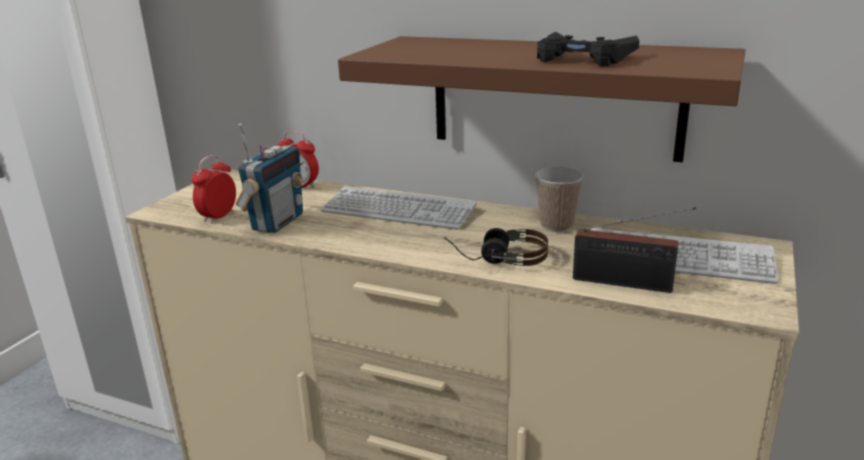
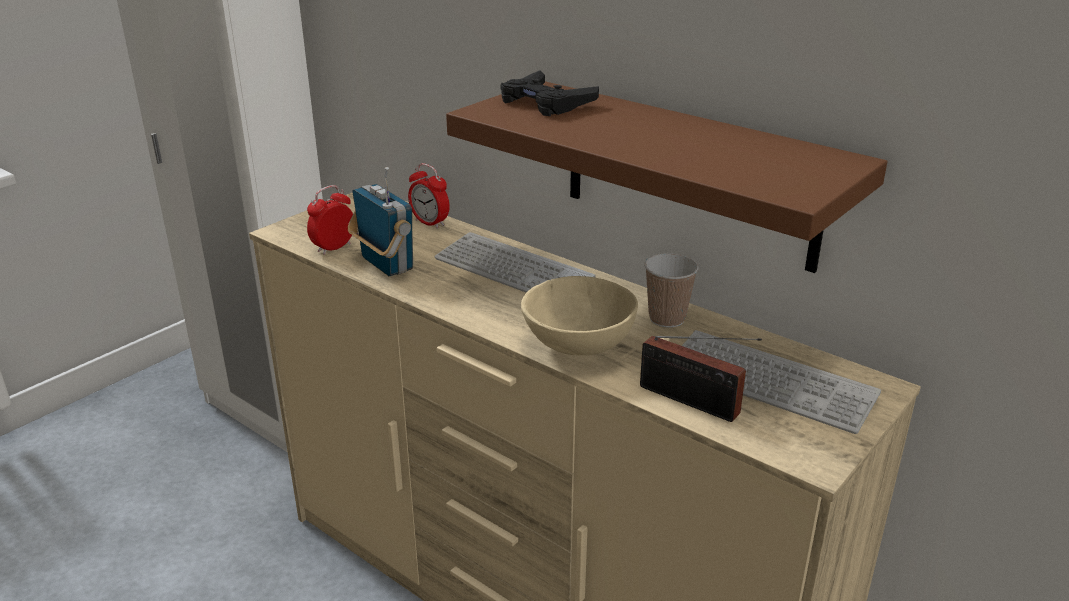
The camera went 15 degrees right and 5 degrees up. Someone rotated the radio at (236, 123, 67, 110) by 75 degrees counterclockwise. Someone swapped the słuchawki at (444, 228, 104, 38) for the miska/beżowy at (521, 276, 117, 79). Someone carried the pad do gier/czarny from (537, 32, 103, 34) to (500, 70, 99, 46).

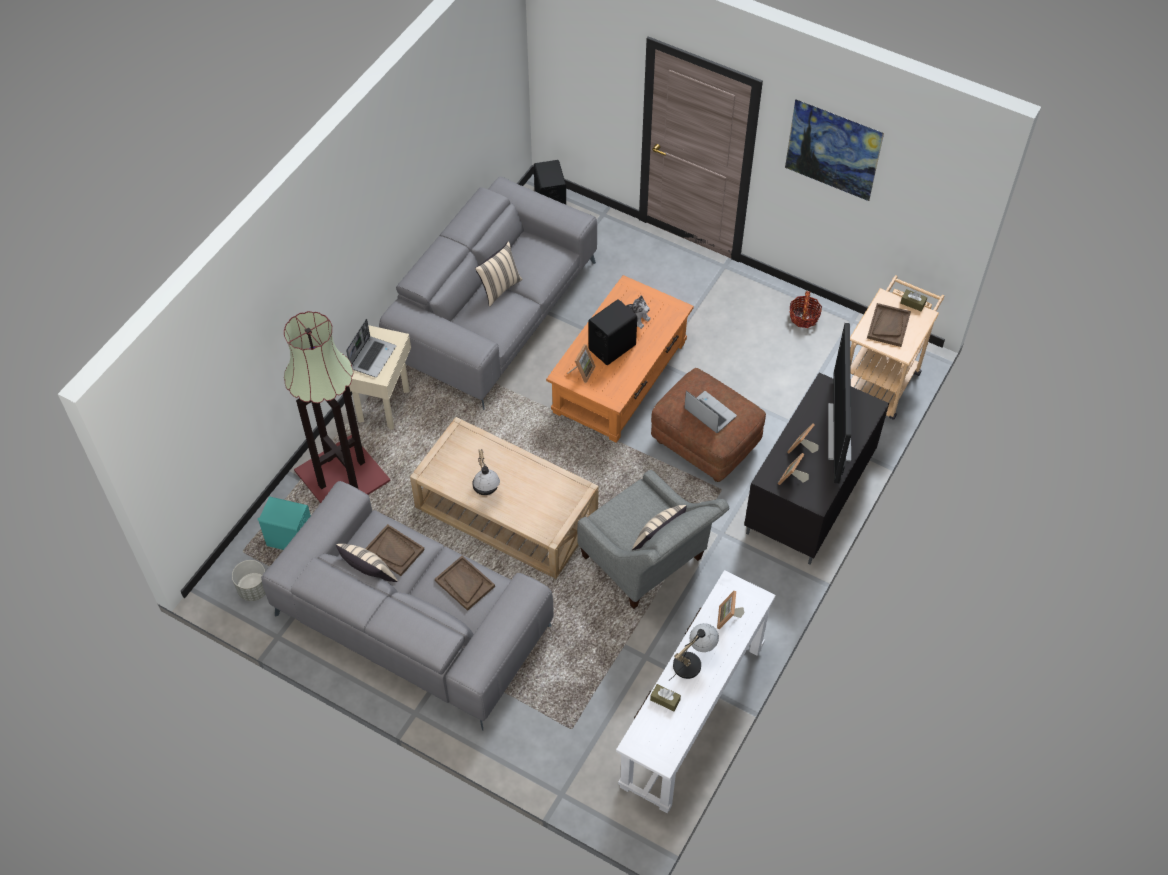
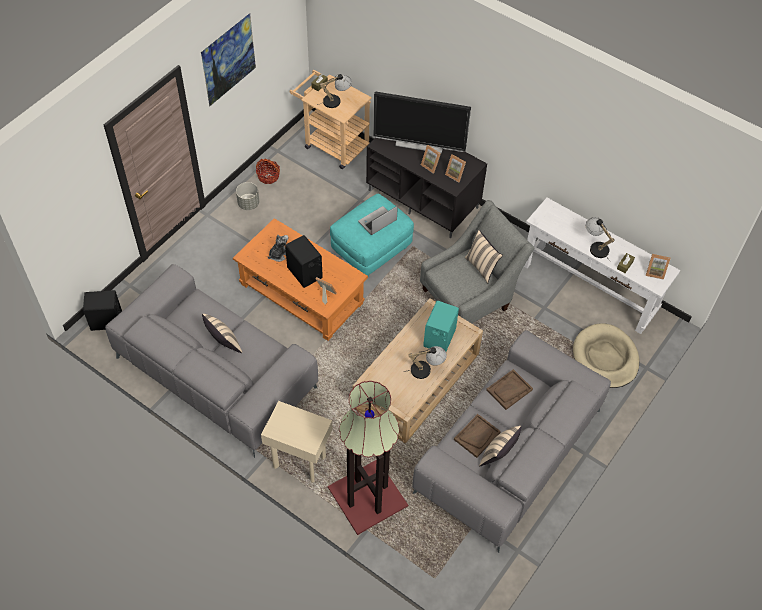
The camera went 85 degrees left and 0 degrees up. Someone carried the donica/szary from (232, 560, 34, 41) to (236, 182, 23, 28). Someone carried the głośnik/turkusowy from (257, 497, 54, 53) to (423, 301, 36, 50). Someone took away the laptop at (346, 319, 50, 58). Someone repainted the pufa/brązowy at (651, 368, 115, 114), which became the pufa/turkusowy at (330, 194, 84, 82). Someone carried the ramka na zdjęcie from (717, 591, 28, 38) to (646, 254, 25, 26). Someone swapped the taca/brązowy at (867, 303, 44, 44) for the lampa stołowa at (317, 74, 35, 34). Someone put down the legowisko/beżowy at (573, 323, 67, 65).

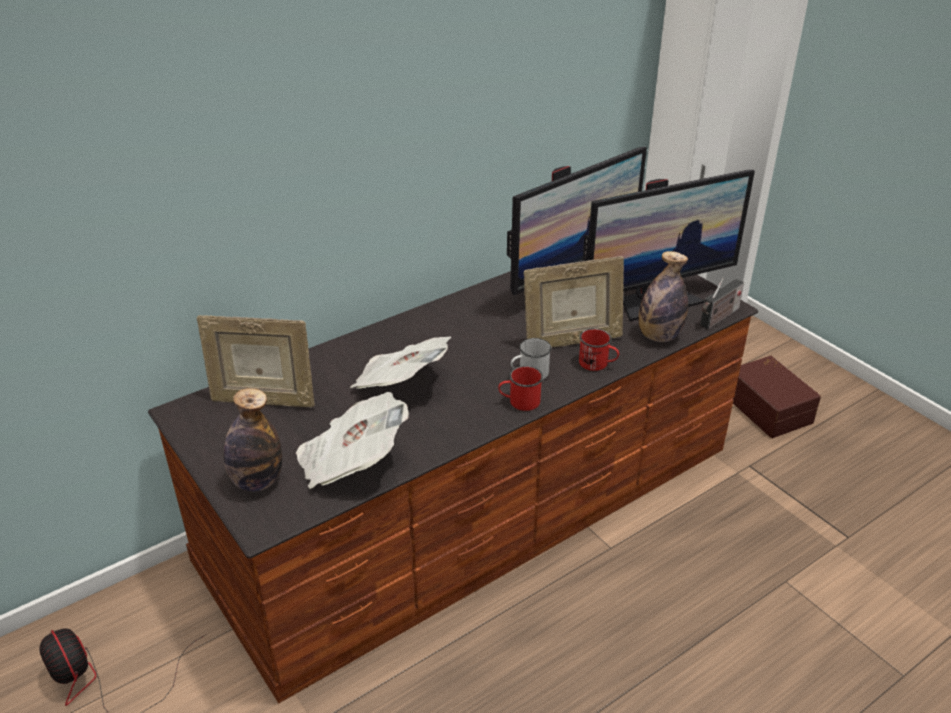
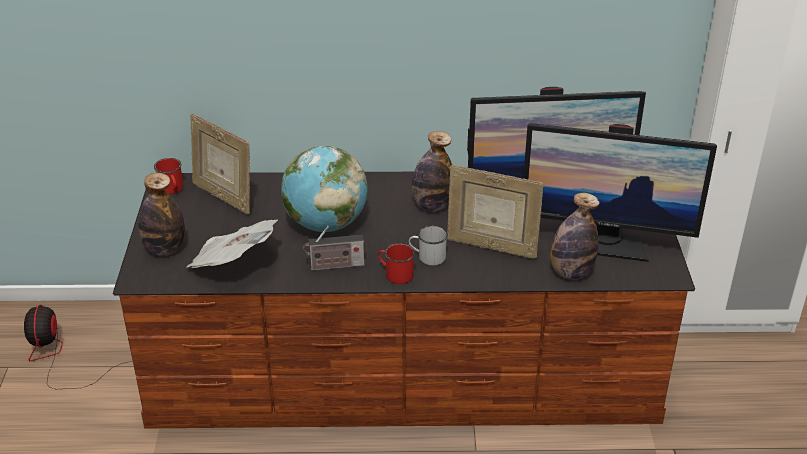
The camera went 35 degrees right and 0 degrees up. Someone swapped the gazeta at (350, 336, 101, 53) for the globus at (281, 146, 86, 86). Someone carried the kubek/czerwony from (579, 328, 40, 43) to (154, 158, 29, 36). Someone carried the radio from (700, 278, 44, 51) to (303, 226, 62, 45). Someone took away the pojemnik do przechowywania/brązowy at (732, 356, 89, 82). Someone put down the butelka at (412, 131, 40, 80).

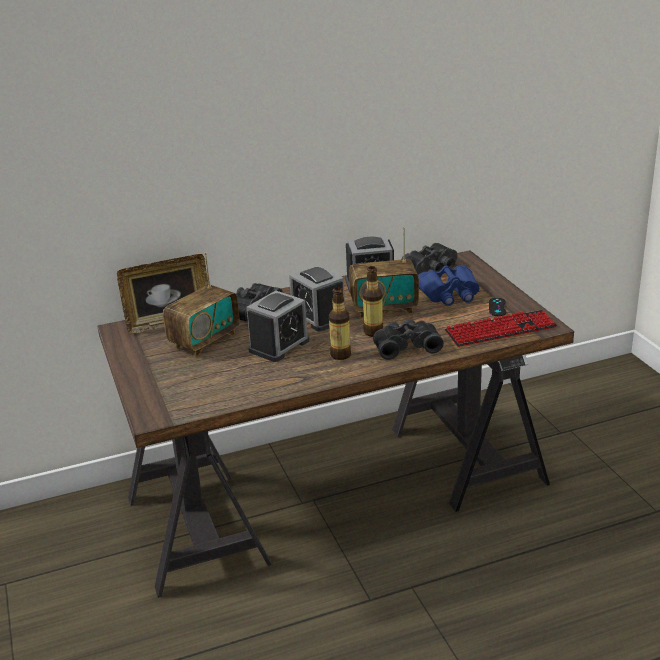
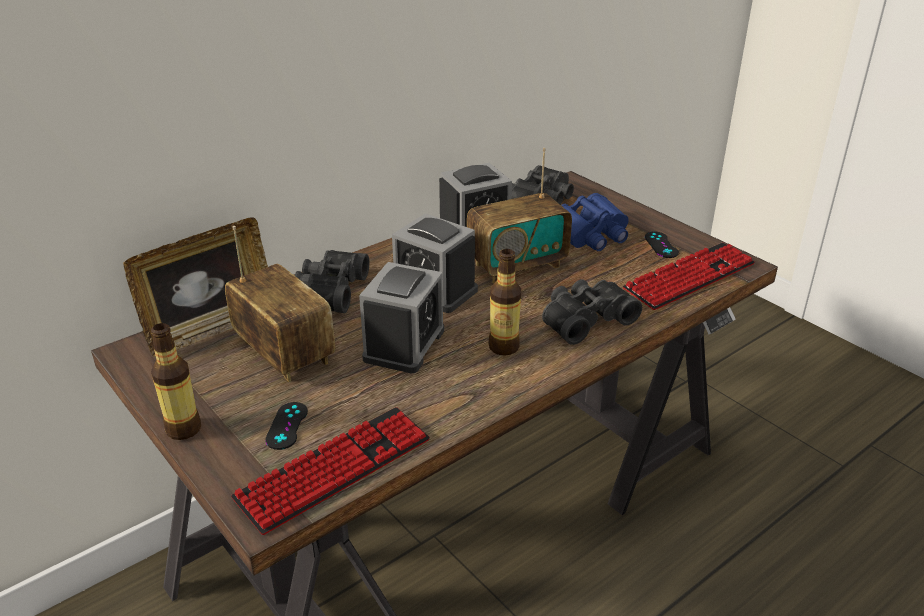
The camera went 20 degrees left and 5 degrees up. Someone rotated the radio at (163, 252, 77, 105) by 60 degrees counterclockwise. Someone carried the butelka from (363, 266, 20, 71) to (151, 323, 50, 117). Someone put down the klawiatura at (231, 407, 199, 128). Someone put down the pad do gier/czarny at (265, 402, 43, 48).

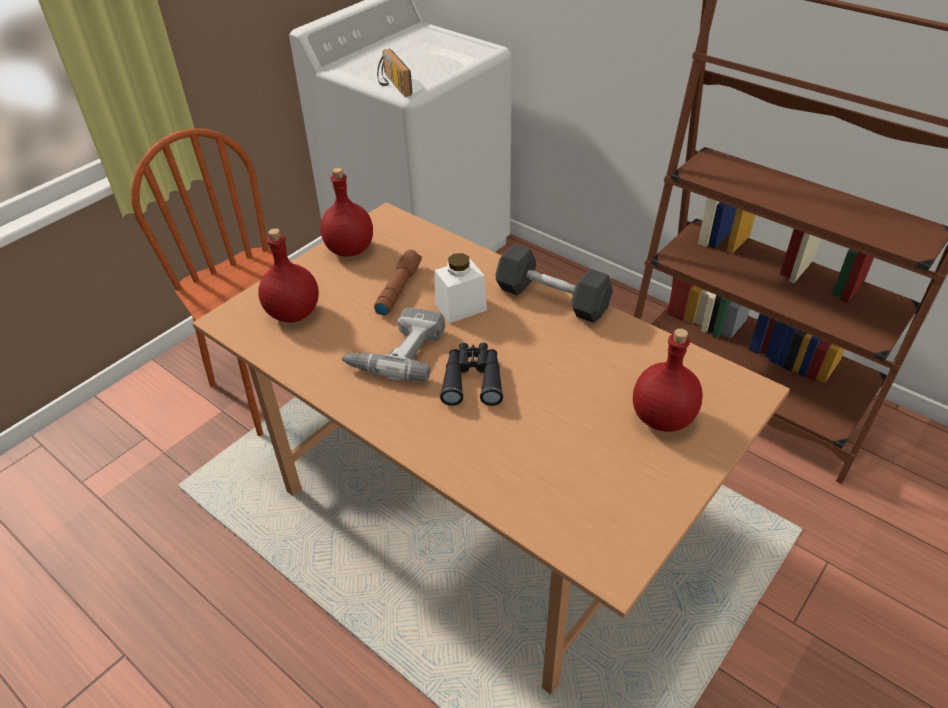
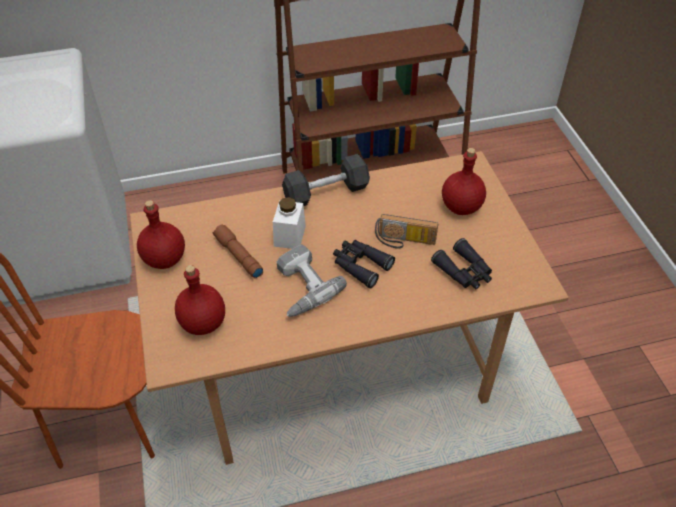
The camera went 55 degrees left and 5 degrees up. Someone carried the radio from (377, 49, 35, 48) to (375, 214, 63, 35). Someone put down the lornetka/czarny at (431, 238, 61, 51).

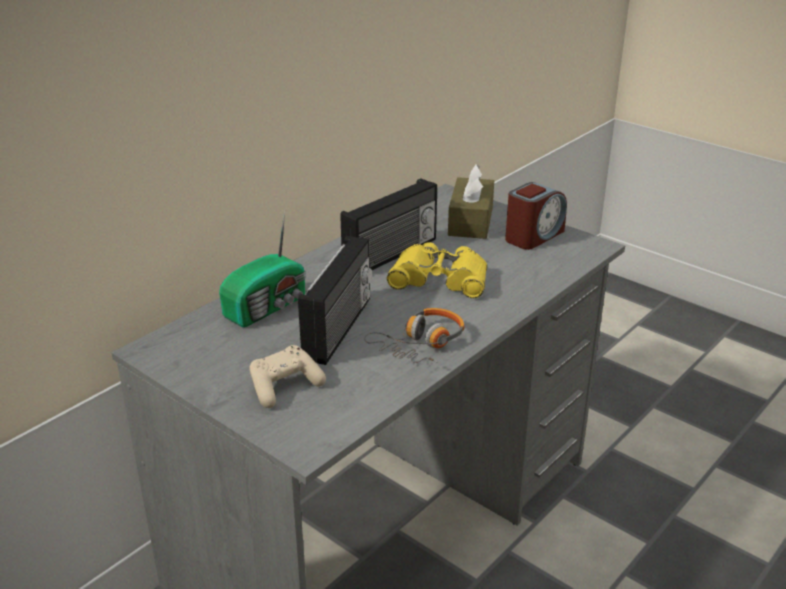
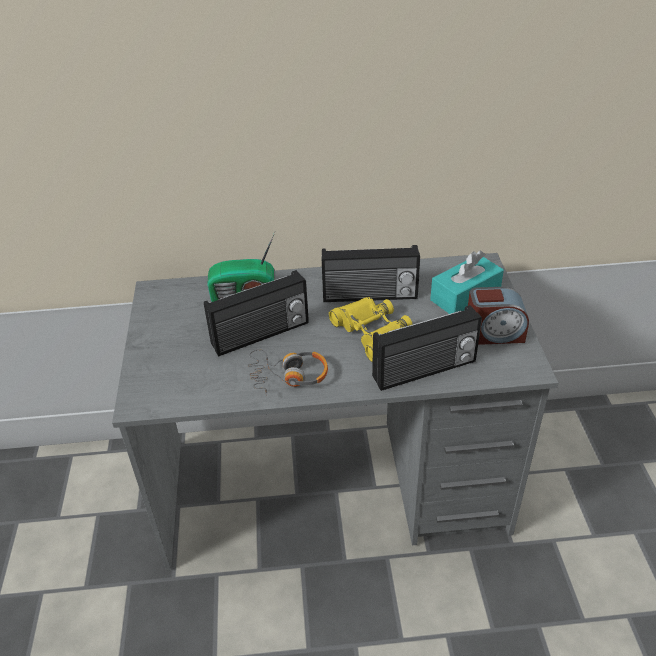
The camera went 45 degrees right and 10 degrees up. Someone took away the pad do gier/beżowy at (250, 345, 76, 63). Someone repainted the pudełko chusteczek/brązowy at (448, 164, 46, 75), which became the pudełko chusteczek/turkusowy at (430, 250, 74, 64). Someone put down the radio at (372, 305, 110, 86).

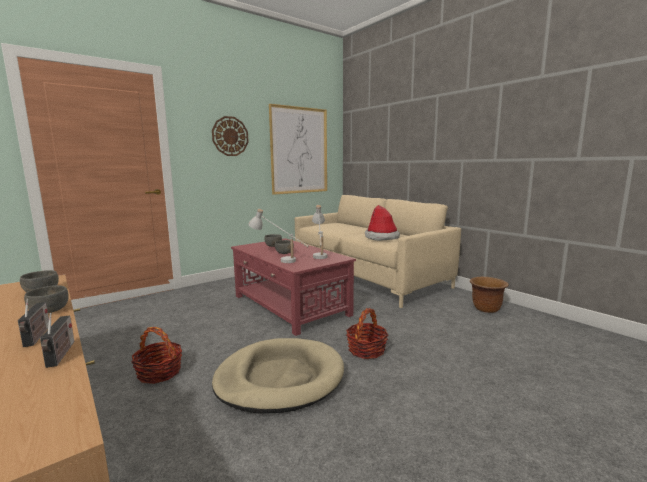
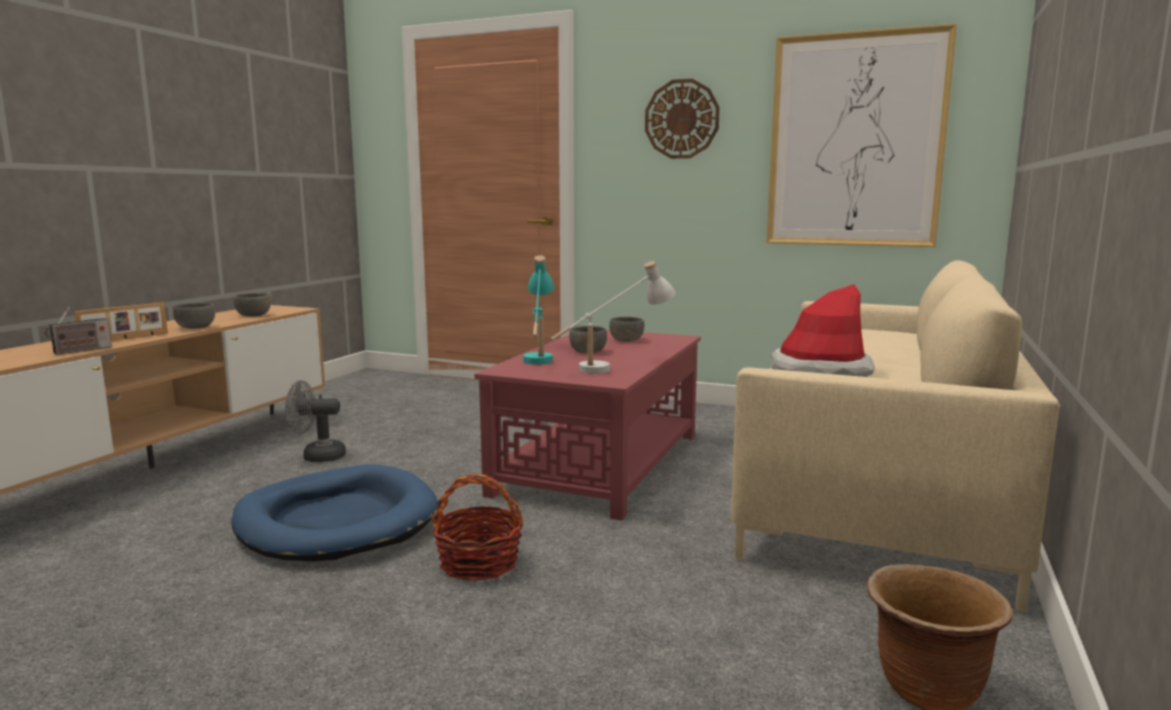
The camera went 60 degrees right and 0 degrees up. Someone swapped the radio at (18, 298, 31, 49) for the ramka na zdjęcie at (74, 302, 94, 39). Someone swapped the koszyk at (132, 327, 50, 57) for the wentylator/szary at (285, 380, 61, 82). Someone repainted the legowisko/beżowy at (212, 338, 132, 76), which became the legowisko/niebieski at (231, 464, 207, 97). Someone repainted the lampa stołowa/biały at (248, 209, 61, 54), which became the lampa stołowa/turkusowy at (523, 255, 31, 110).

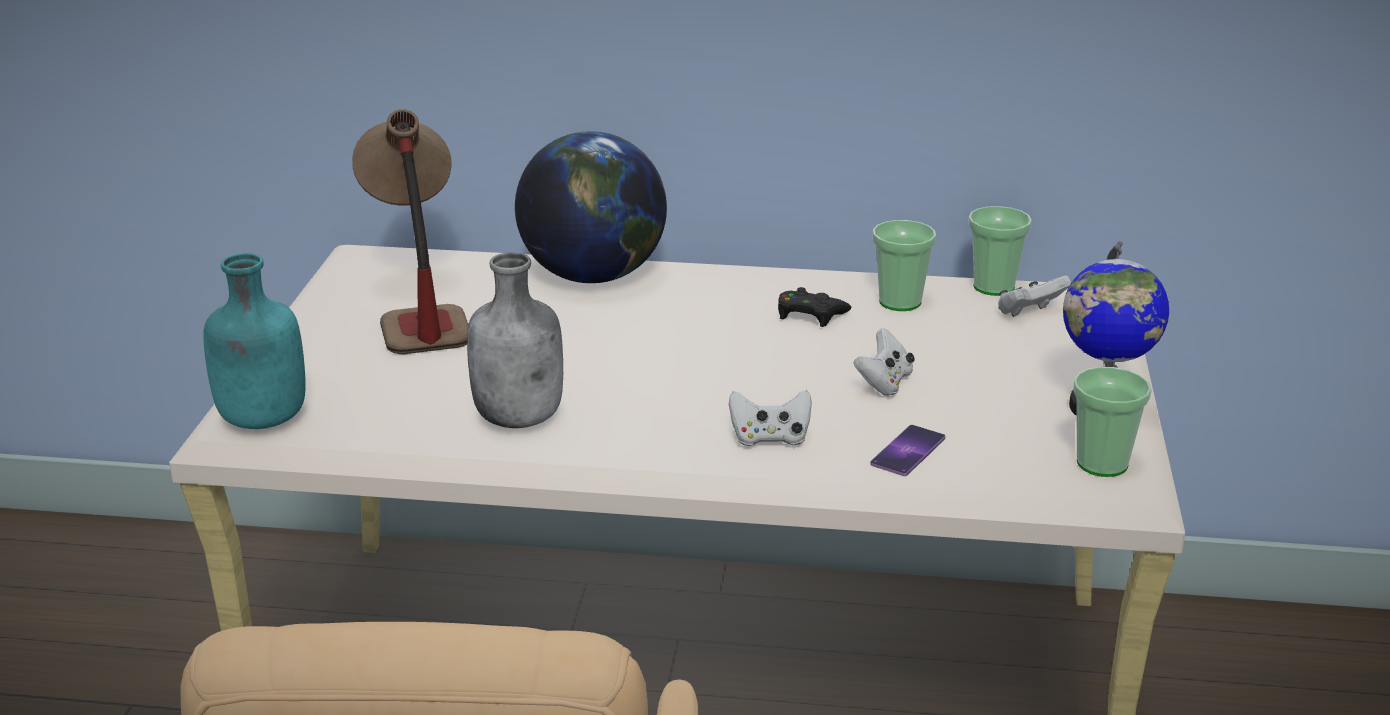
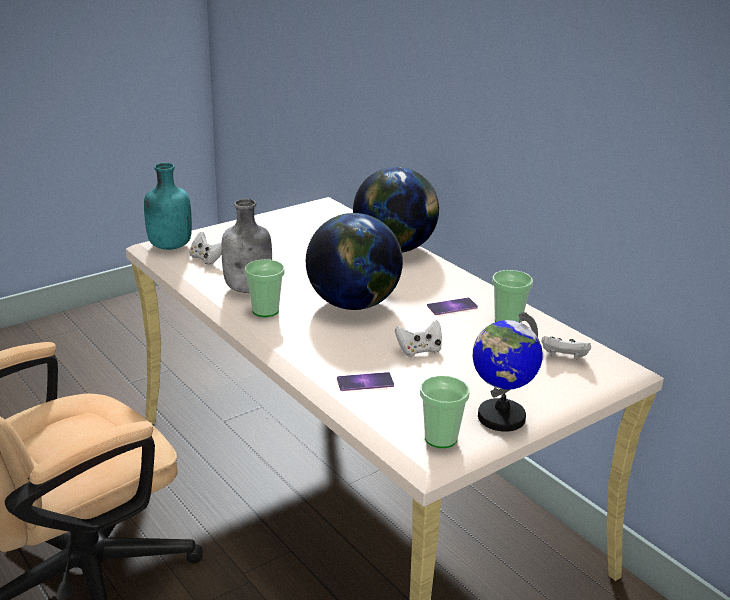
The camera went 45 degrees right and 0 degrees up. Someone took away the lampa stołowa at (352, 109, 116, 245). Someone carried the pad do gier/biały from (729, 390, 83, 56) to (189, 231, 33, 34). Someone swapped the pad do gier/czarny at (778, 287, 73, 40) for the telefon at (427, 297, 51, 18). Someone carried the filiżanka from (968, 206, 64, 90) to (245, 259, 40, 58). Someone put down the globus at (306, 213, 97, 97).

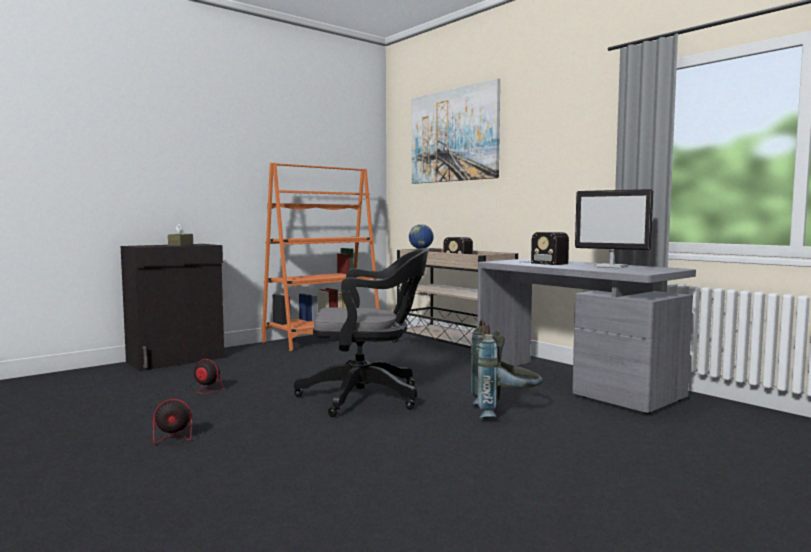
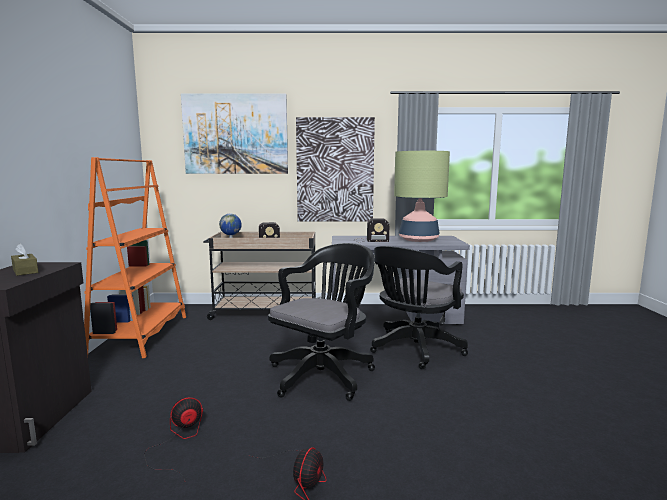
The camera went 50 degrees left and 5 degrees up. Someone swapped the plecak/szary at (471, 319, 72, 100) for the krzesło biurowe/czarny at (370, 246, 98, 123). Someone swapped the monitor at (575, 189, 78, 79) for the lampa stołowa at (394, 151, 56, 91). Someone put up the obraz at (296, 117, 79, 104).

